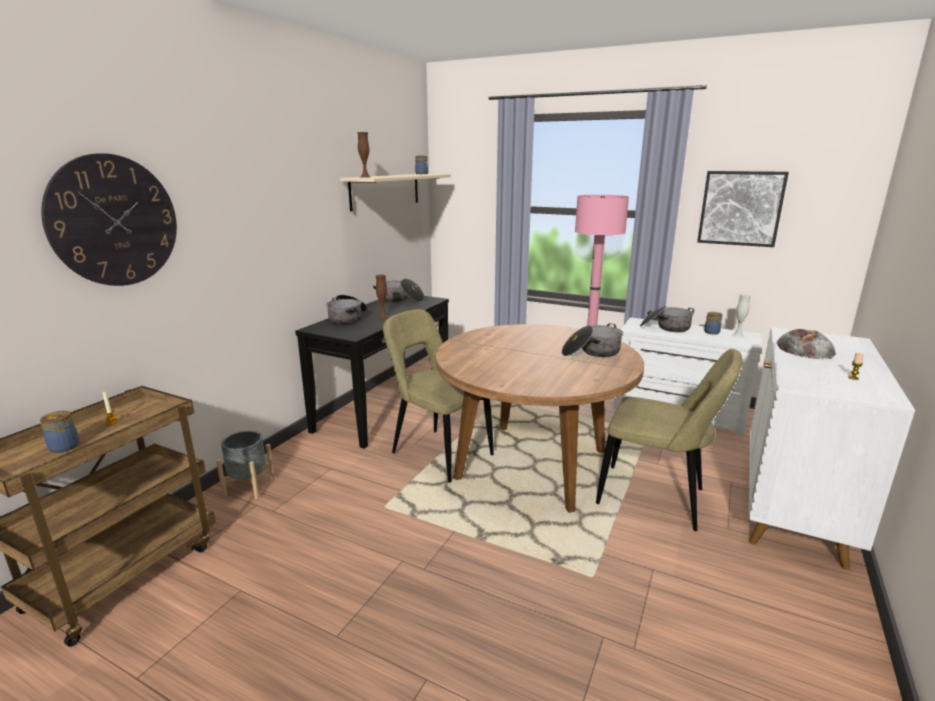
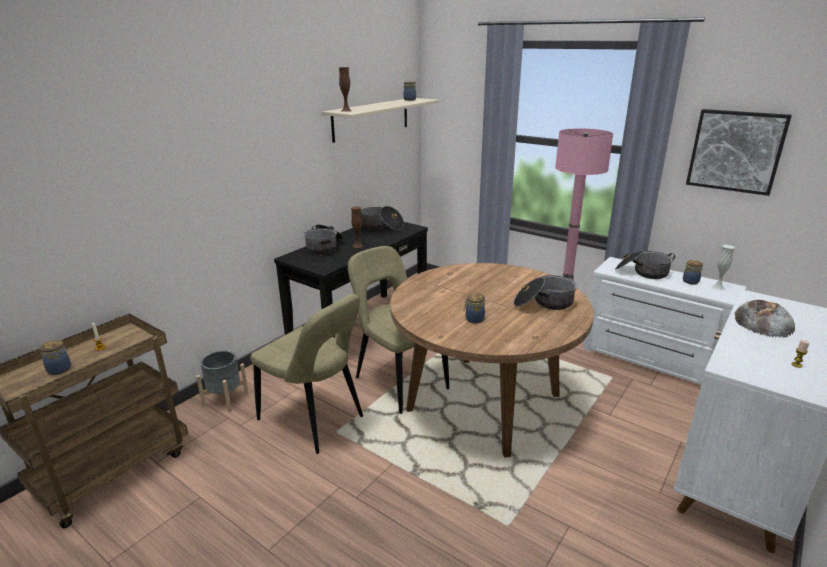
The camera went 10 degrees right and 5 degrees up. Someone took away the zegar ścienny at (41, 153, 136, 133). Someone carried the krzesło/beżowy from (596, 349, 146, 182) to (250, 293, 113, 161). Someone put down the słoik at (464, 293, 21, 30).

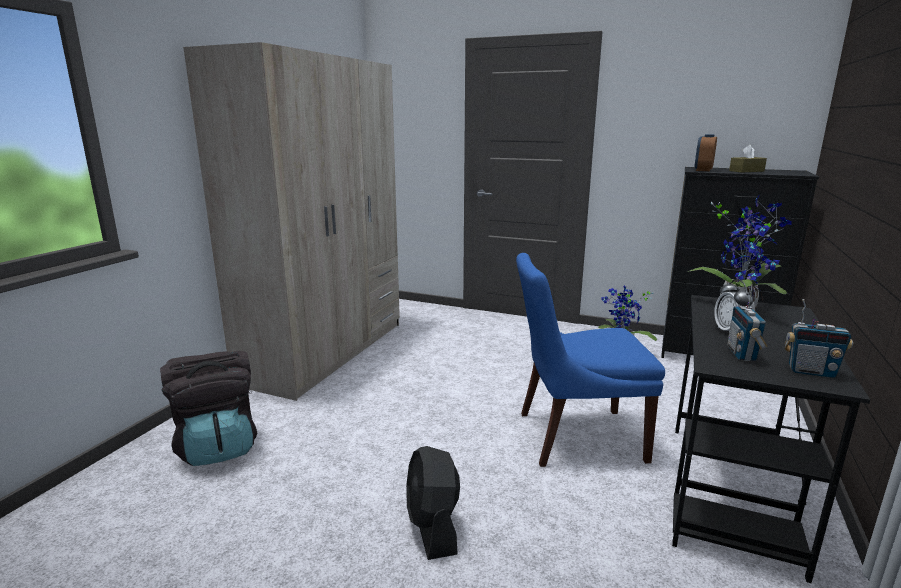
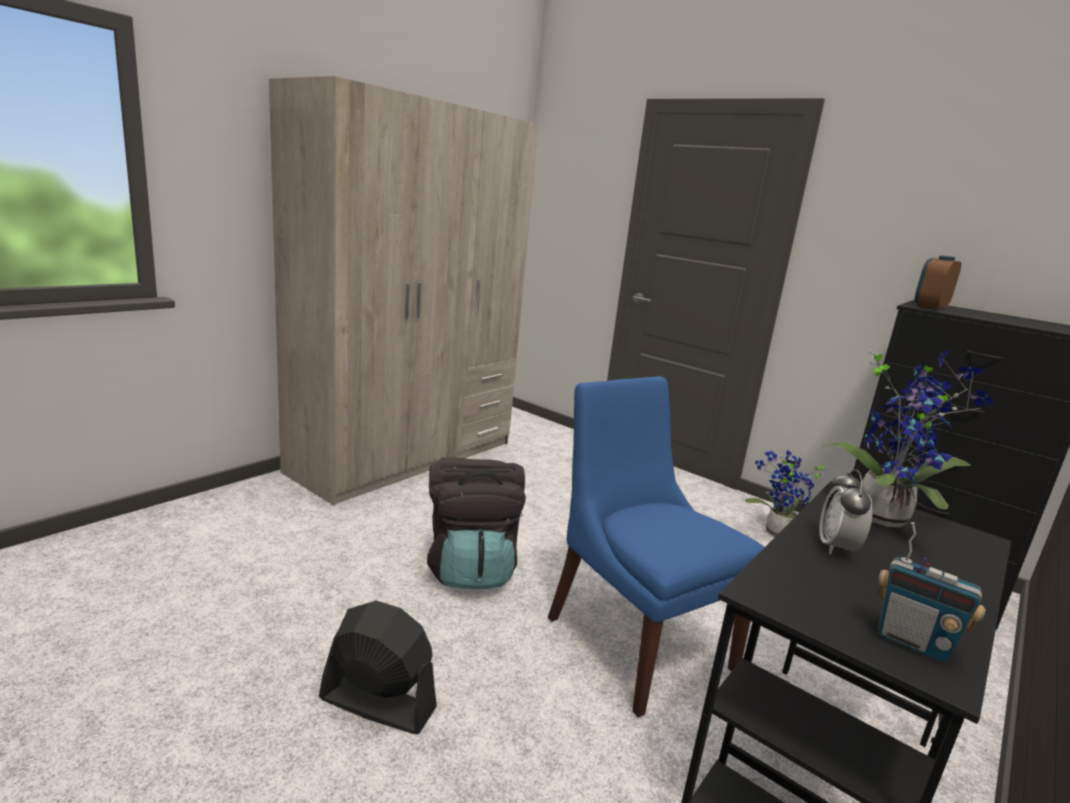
The camera went 15 degrees right and 0 degrees up. Someone carried the plecak/czarny from (160, 351, 97, 115) to (427, 457, 99, 132). Someone rotated the wentylator/czarny at (406, 446, 54, 114) by 105 degrees clockwise. Someone rotated the krzesło/niebieski at (516, 253, 149, 214) by 45 degrees clockwise. Someone took away the radio at (727, 284, 41, 77). Someone took away the pudełko chusteczek/brązowy at (729, 145, 38, 28).

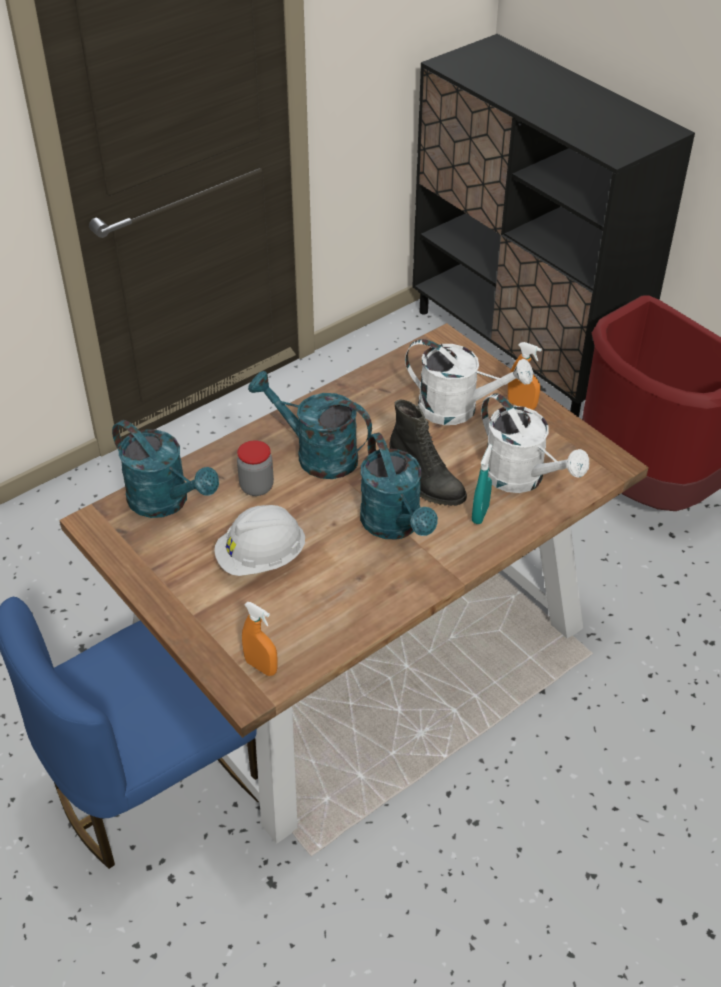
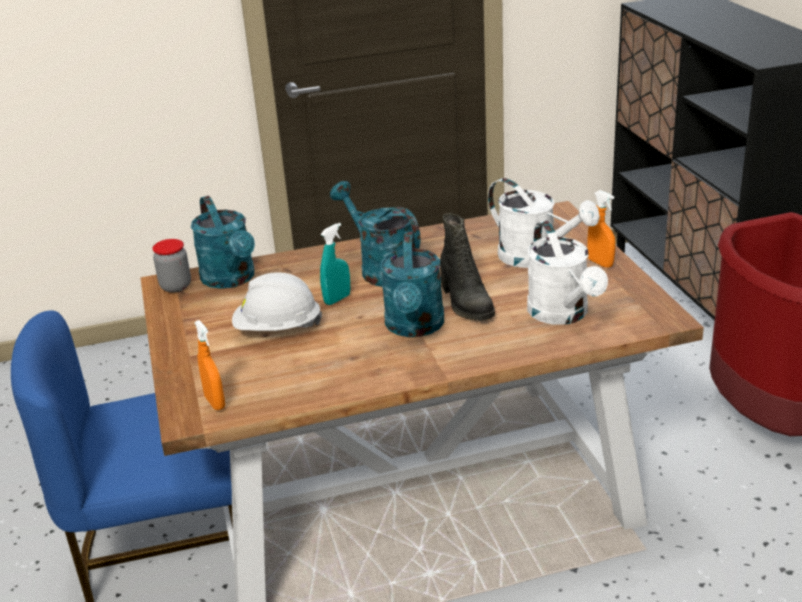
The camera went 25 degrees right and 15 degrees down. Someone carried the słoik from (237, 440, 37, 56) to (152, 239, 39, 54). Someone carried the spryskiwacz/turkusowy from (472, 444, 20, 80) to (320, 223, 31, 82).

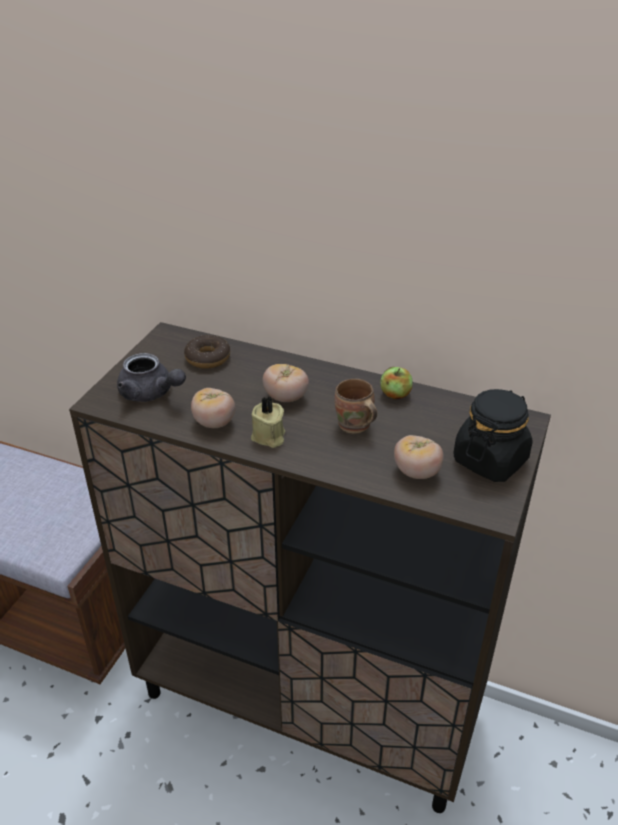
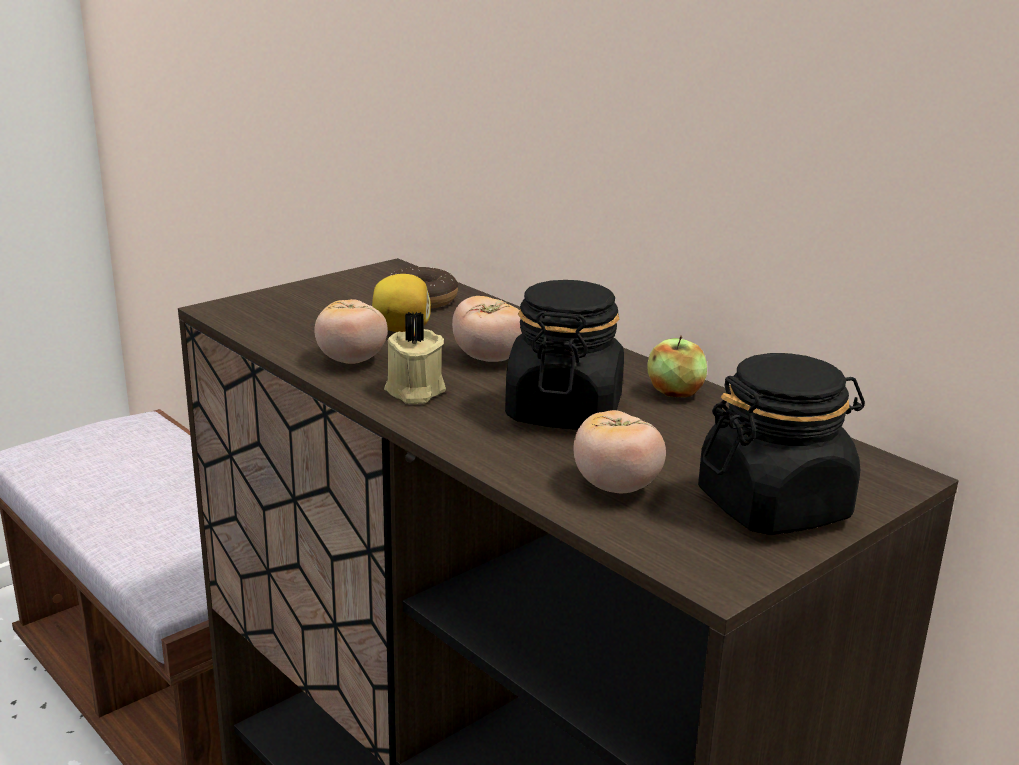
The camera went 25 degrees right and 15 degrees down. Someone took away the imbryk/szary at (117, 353, 69, 49). Someone swapped the kubek/brązowy at (335, 378, 42, 56) for the słoik/czarny at (505, 280, 119, 150). Someone put down the cytryna at (372, 274, 59, 58).

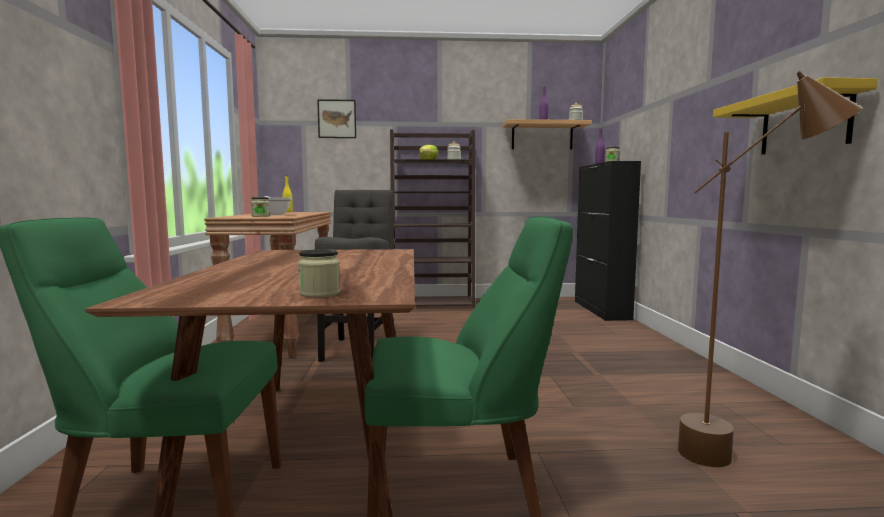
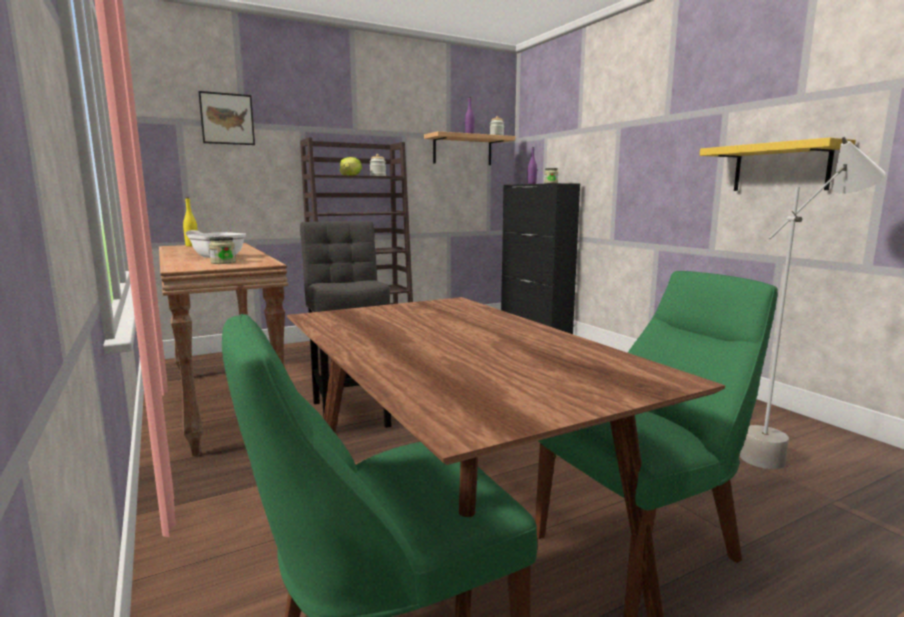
The camera went 25 degrees left and 5 degrees up. Someone took away the słoik at (298, 249, 43, 48). Someone repainted the lampa stojąca/brązowy at (678, 71, 185, 396), which became the lampa stojąca/szary at (739, 137, 146, 332).

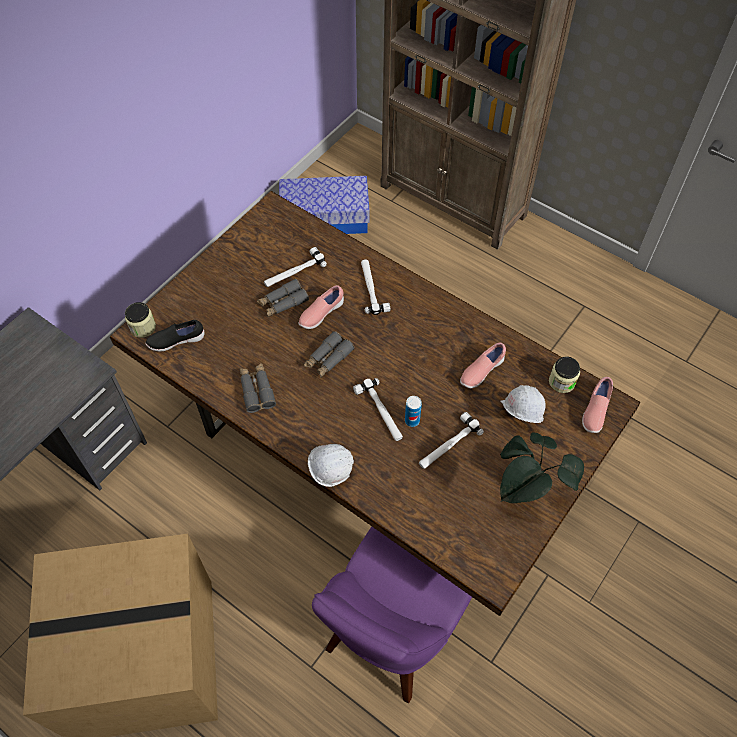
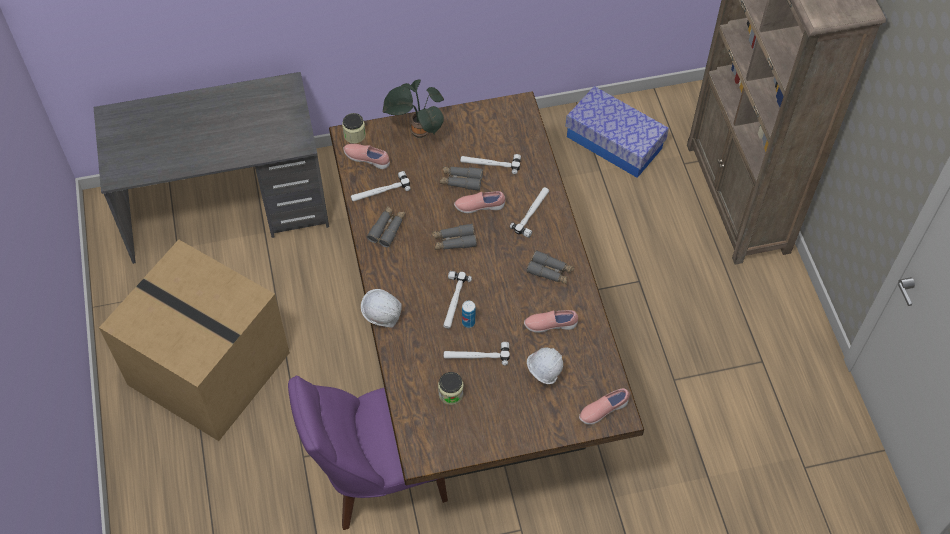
The camera went 40 degrees right and 0 degrees up. Someone repainted the but/czarny at (145, 320, 60, 31), which became the but/różowy at (343, 144, 47, 25). Someone carried the roślina doniczkowa from (500, 432, 84, 71) to (382, 79, 62, 59). Someone carried the słoik from (549, 357, 31, 36) to (438, 372, 26, 33). Someone put down the młotek at (350, 171, 61, 30). Someone put down the lornetka/szary at (526, 250, 48, 34).

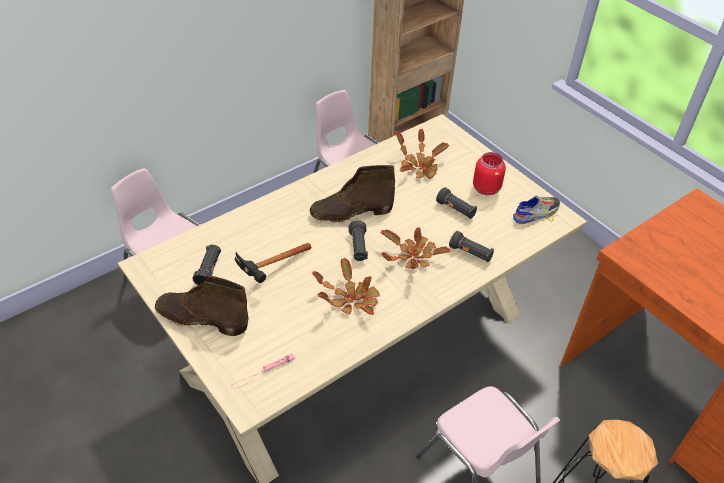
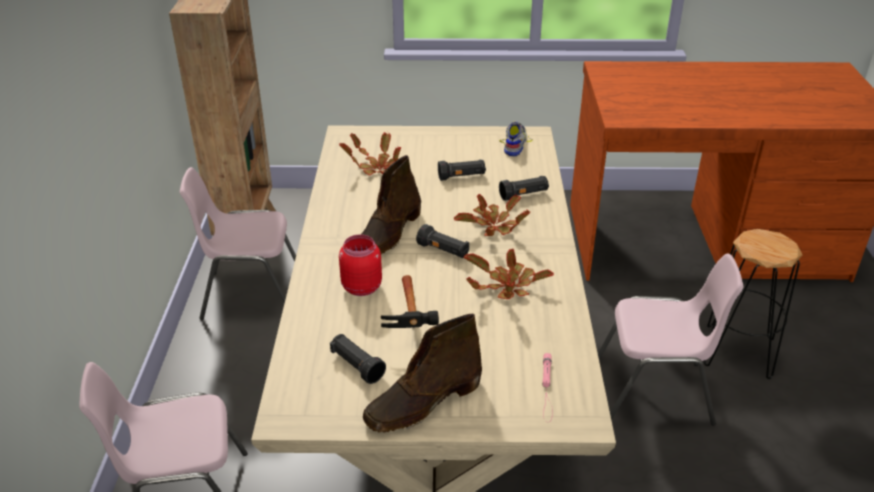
The camera went 50 degrees left and 10 degrees down. Someone carried the słoik/czerwony from (473, 152, 33, 44) to (339, 234, 43, 62).

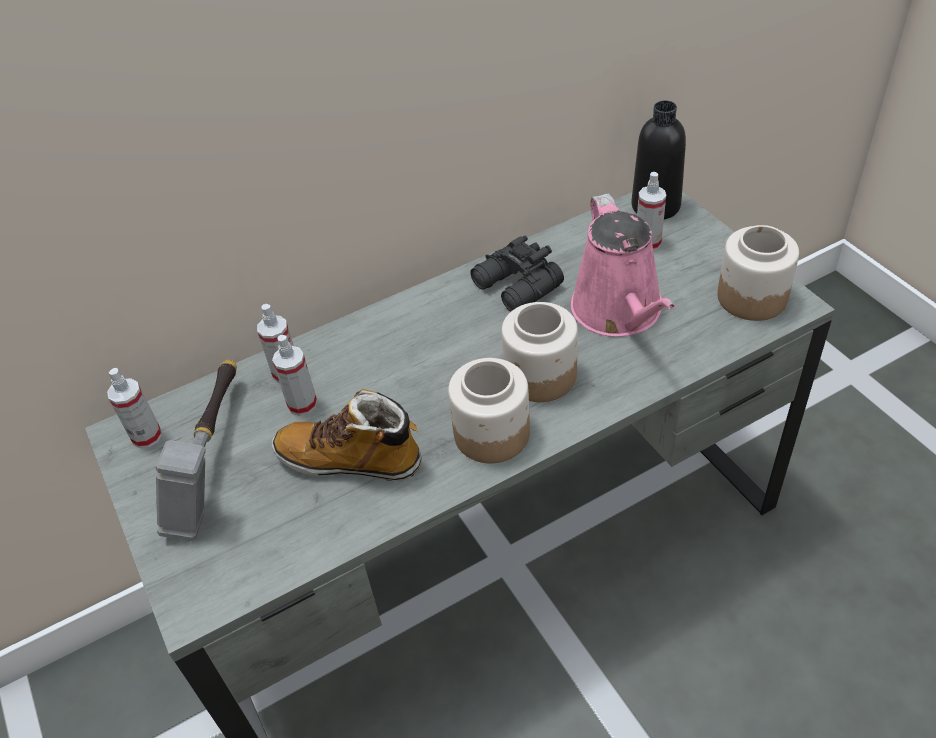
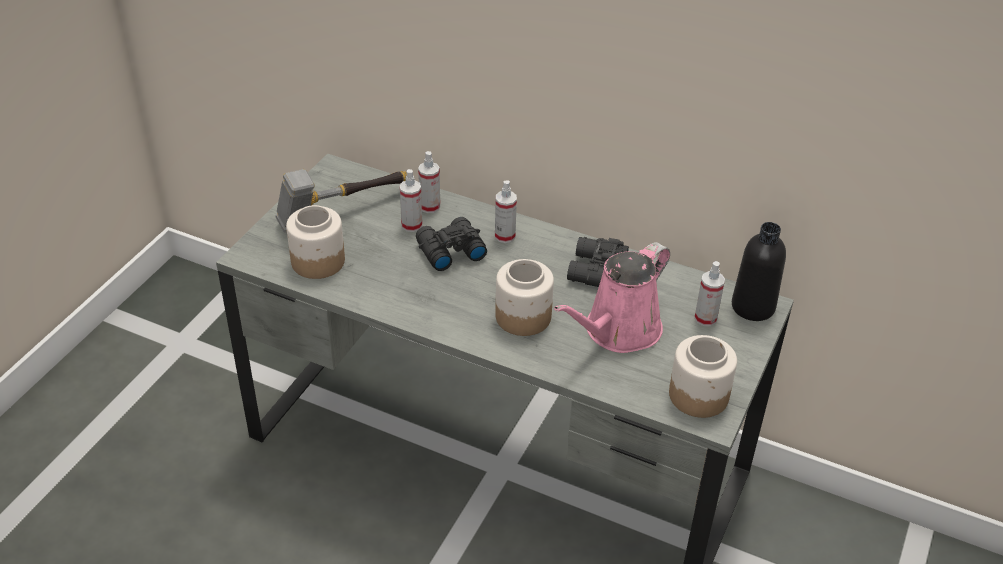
The camera went 50 degrees right and 5 degrees down. Someone carried the spryskiwacz from (107, 368, 55, 80) to (495, 180, 22, 63). Someone took away the but z cholewką at (272, 389, 150, 92). Someone carried the słoik from (448, 358, 82, 105) to (286, 205, 59, 74). Someone put down the lornetka/czarny at (416, 217, 71, 54).

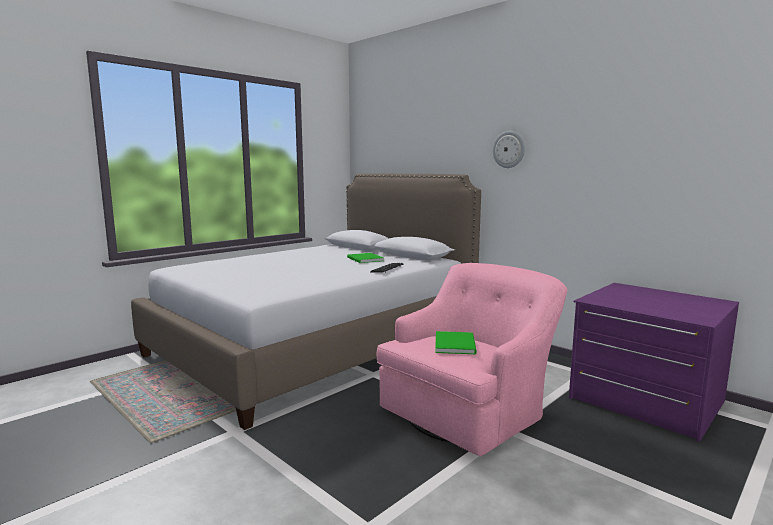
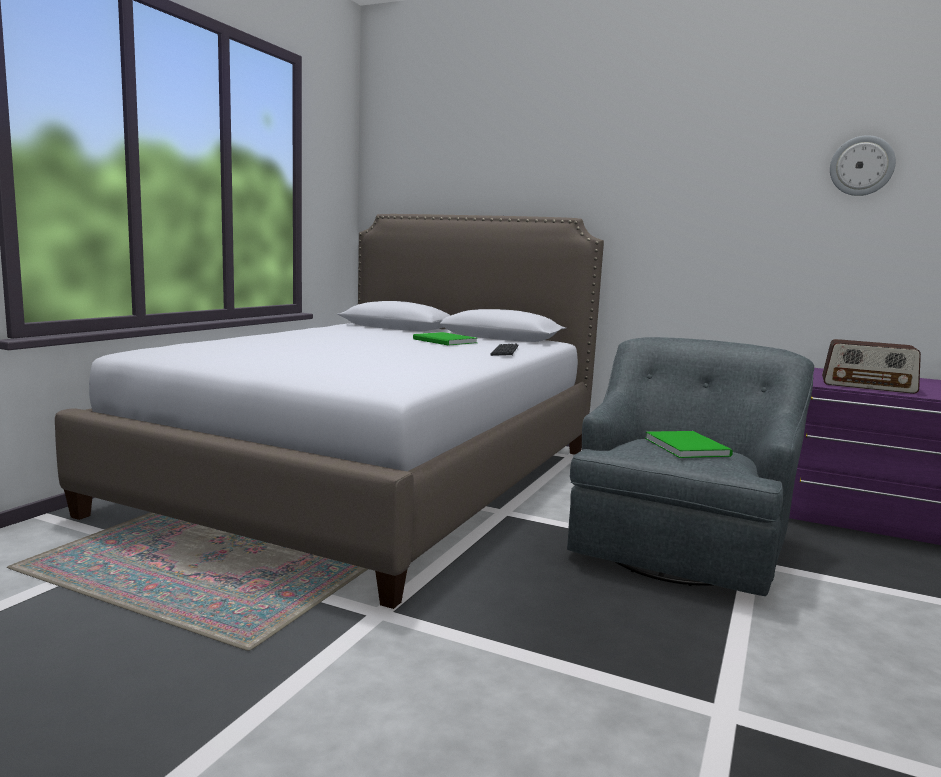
The camera went 20 degrees left and 0 degrees up. Someone repainted the fotel/różowy at (377, 263, 190, 193), which became the fotel/szary at (567, 337, 247, 259). Someone carried the zegar ścienny from (493, 131, 32, 37) to (830, 135, 66, 61). Someone put down the radio at (822, 339, 99, 55).

